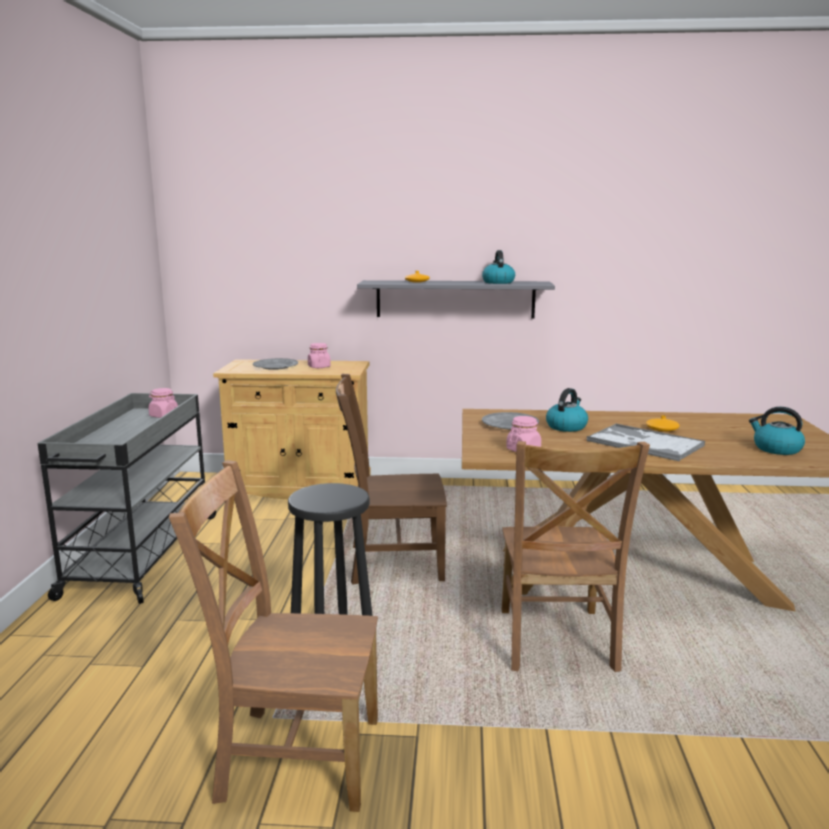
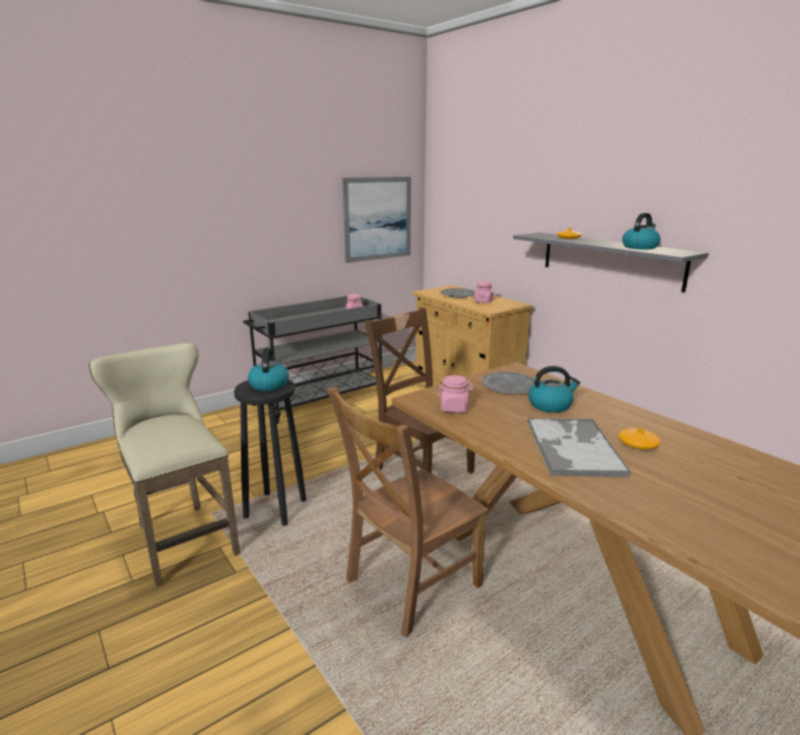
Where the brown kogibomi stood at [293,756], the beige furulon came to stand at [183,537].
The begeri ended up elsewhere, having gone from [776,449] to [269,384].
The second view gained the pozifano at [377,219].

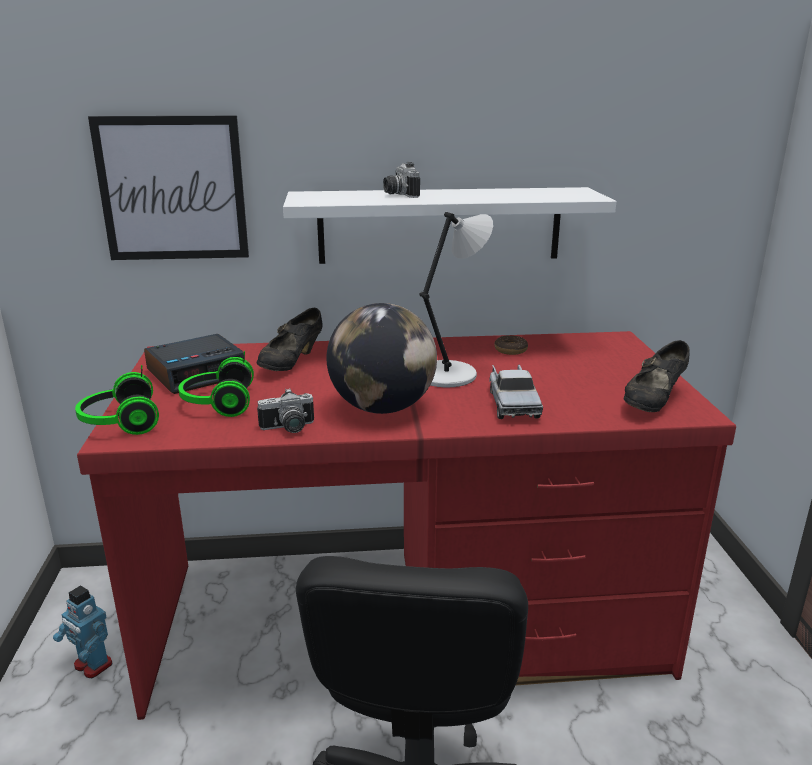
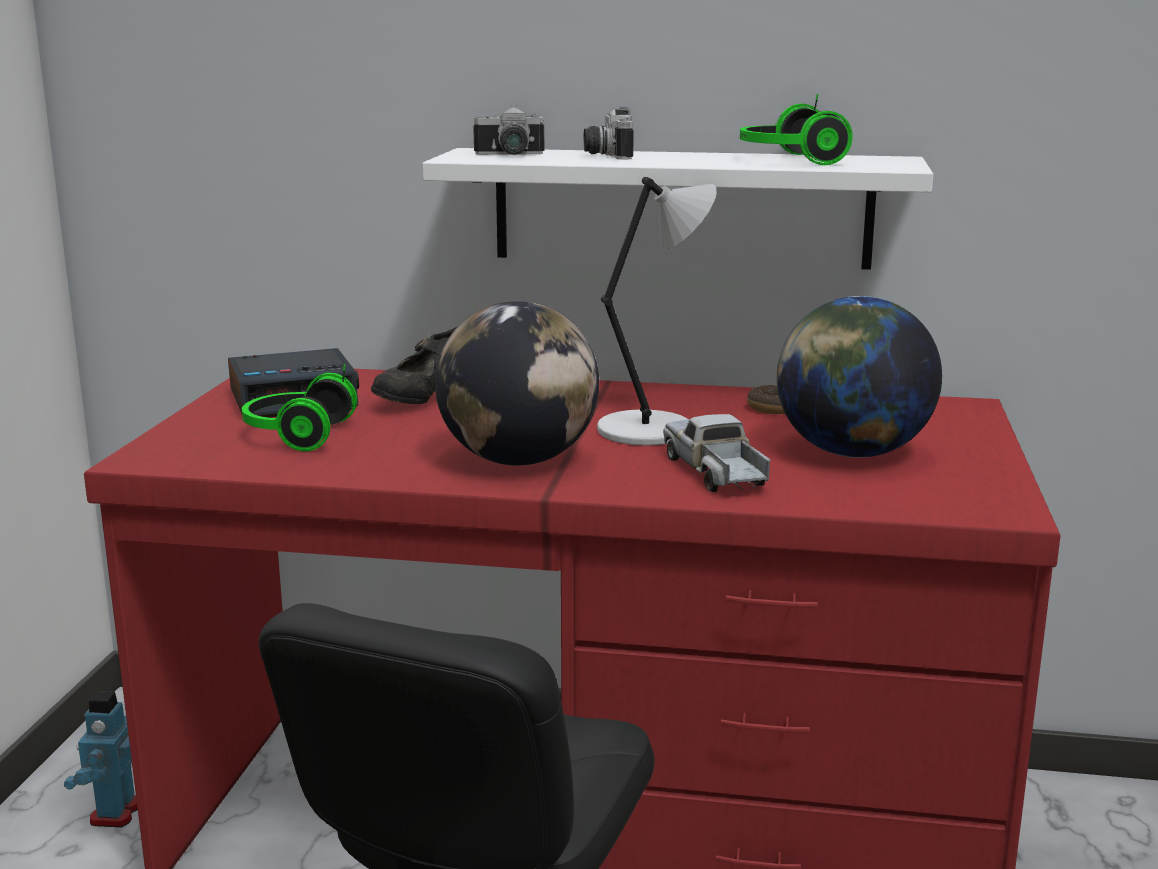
The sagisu at [92,665] ended up facing another way, 45 degrees clockwise from before.
The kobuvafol ended up elsewhere, having gone from [119,422] to [788,160].
The second view lost the pozifano at [172,189].
The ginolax ended up elsewhere, having gone from [288,429] to [509,155].
The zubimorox at [512,403] ended up facing another way, 150 degrees clockwise from before.
The second view lost the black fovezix at [653,402].
The second view gained the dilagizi at [851,453].

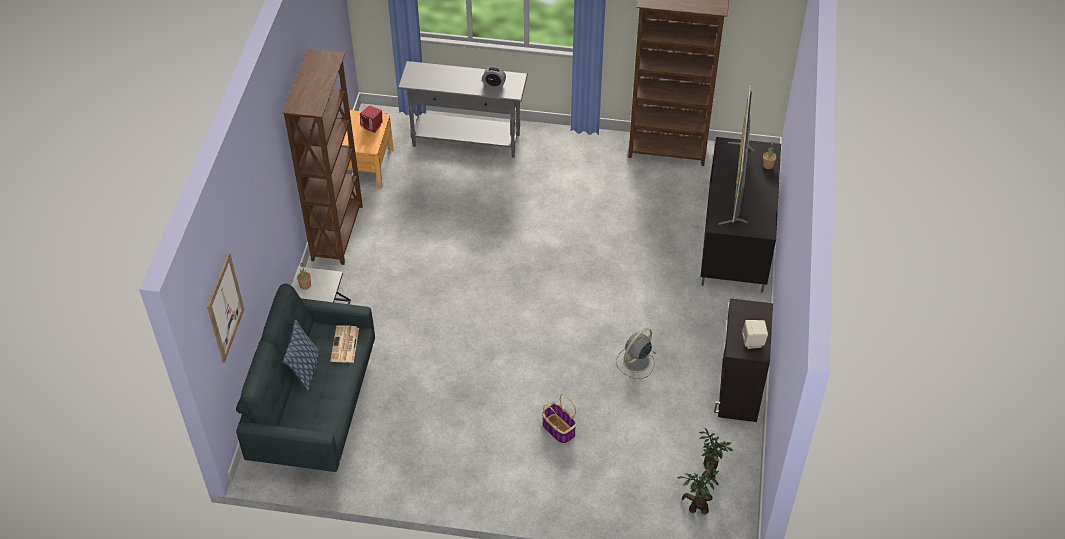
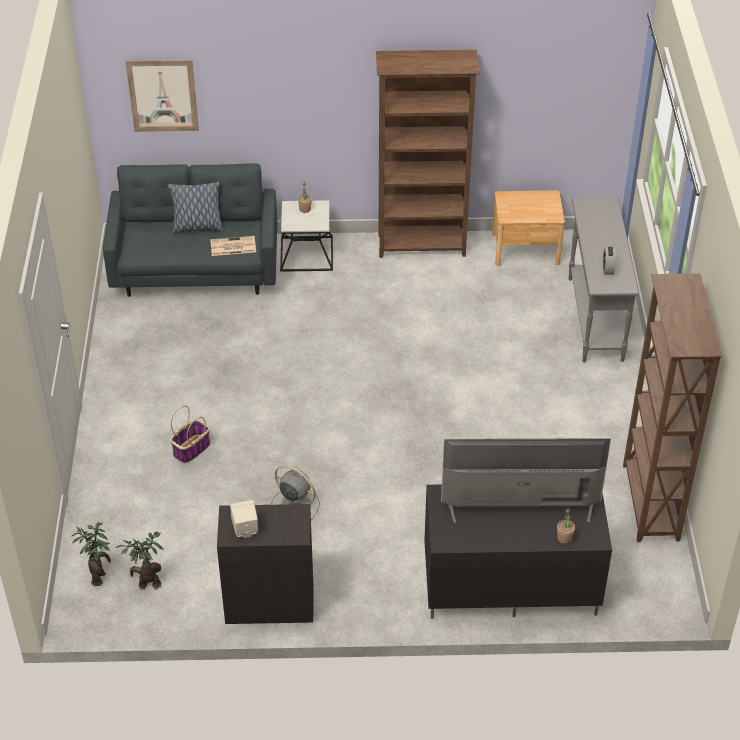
The second view lost the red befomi at [372,126].

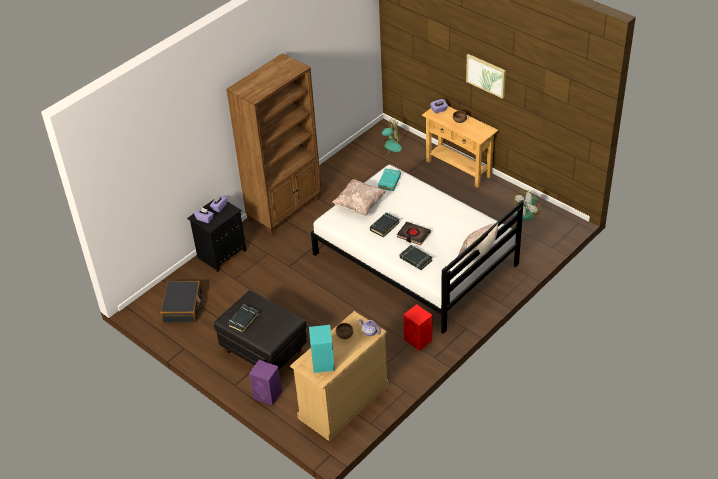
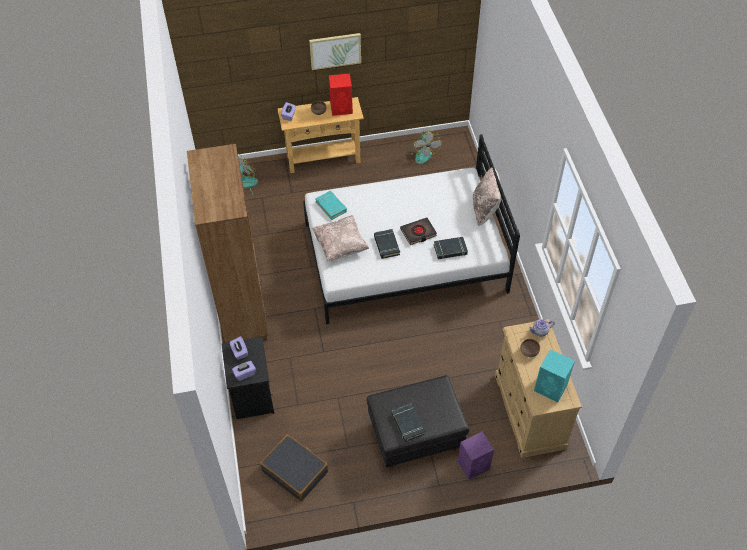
The red befomi ended up elsewhere, having gone from [418,340] to [342,108].

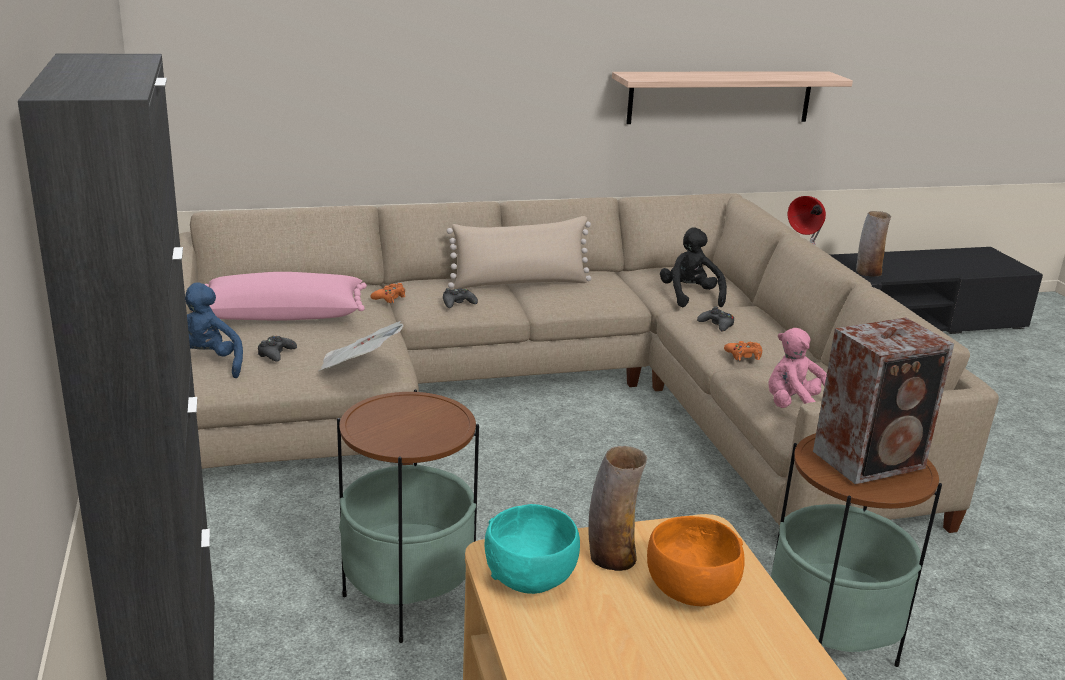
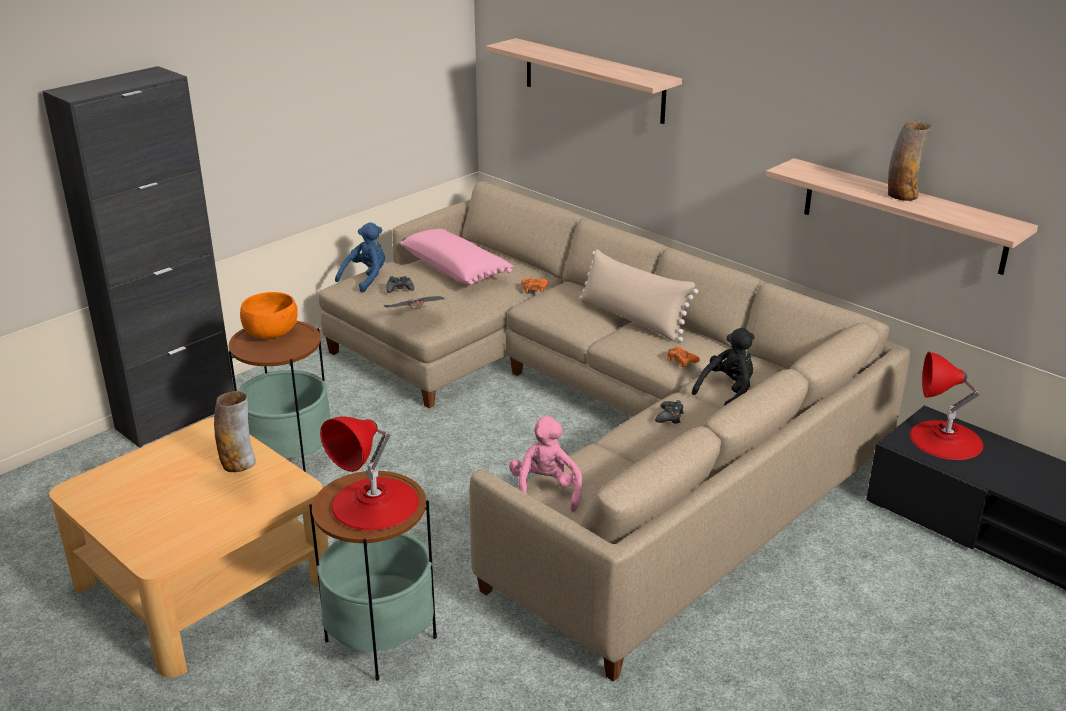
The second view lost the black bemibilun at [458,303].
The second view lost the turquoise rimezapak at [531,577].
The orange rimezapak ended up elsewhere, having gone from [691,591] to [270,333].
The orange bemibilun ended up elsewhere, having gone from [744,355] to [681,360].
Where the befomi stood at [872,460], the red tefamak came to stand at [375,503].
The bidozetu ended up elsewhere, having gone from [867,272] to [902,195].
The second view gained the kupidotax at [593,80].

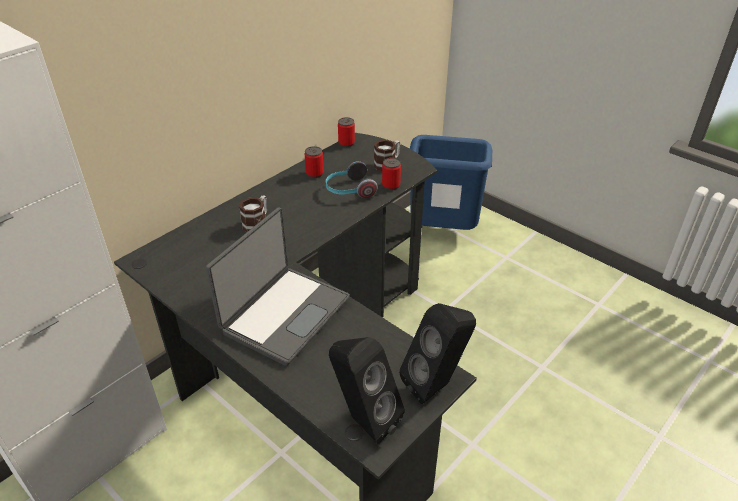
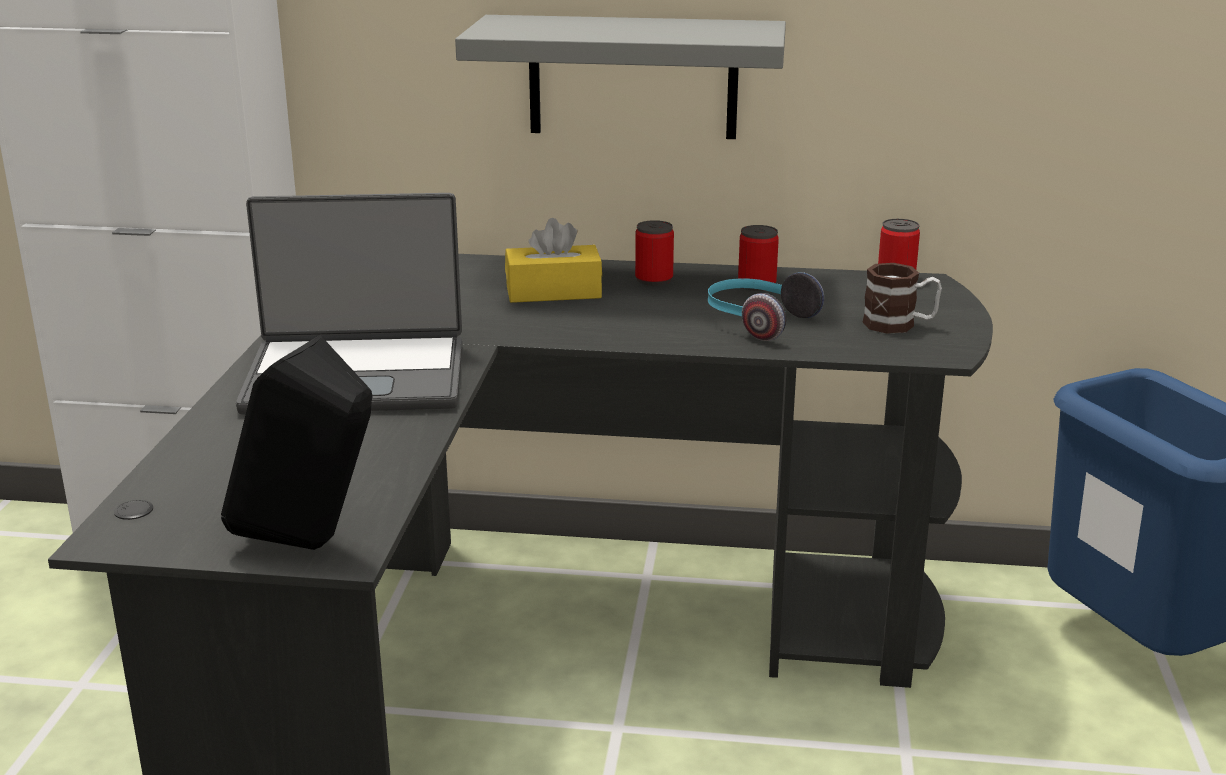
Where the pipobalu stood at [257,223], the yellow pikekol came to stand at [553,292].
The second view lost the black befomi at [363,420].
The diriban ended up elsewhere, having gone from [391,185] to [654,280].
The second view gained the grey kupidotax at [633,77].

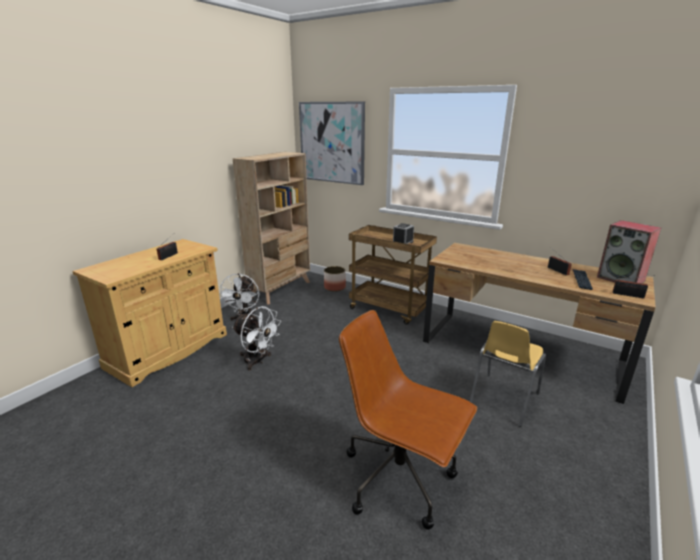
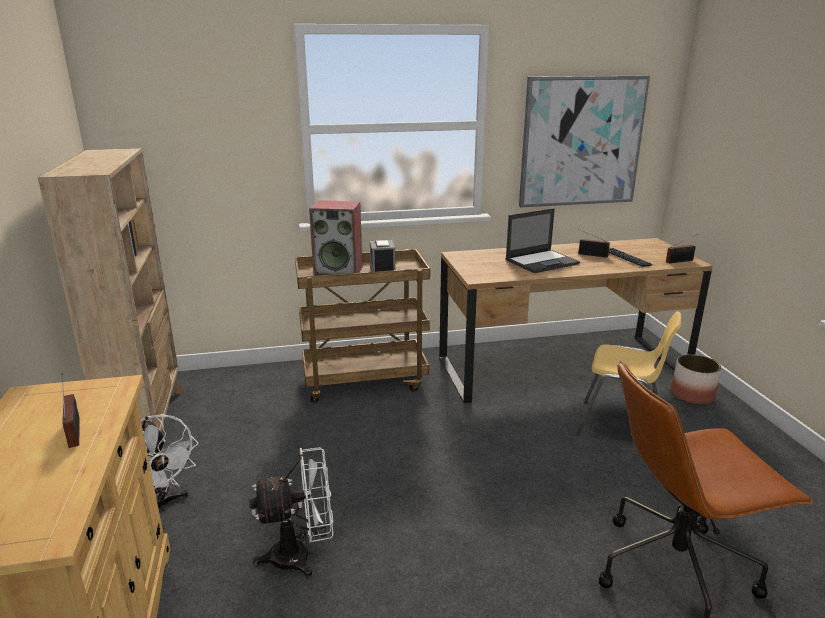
The pozifano ended up elsewhere, having gone from [332,142] to [581,142].
The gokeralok ended up elsewhere, having gone from [335,287] to [692,395].
The yellow kogibomi at [503,399] ended up facing another way, 60 degrees counterclockwise from before.
The befomi ended up elsewhere, having gone from [621,279] to [339,271].
The second view gained the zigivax at [542,261].

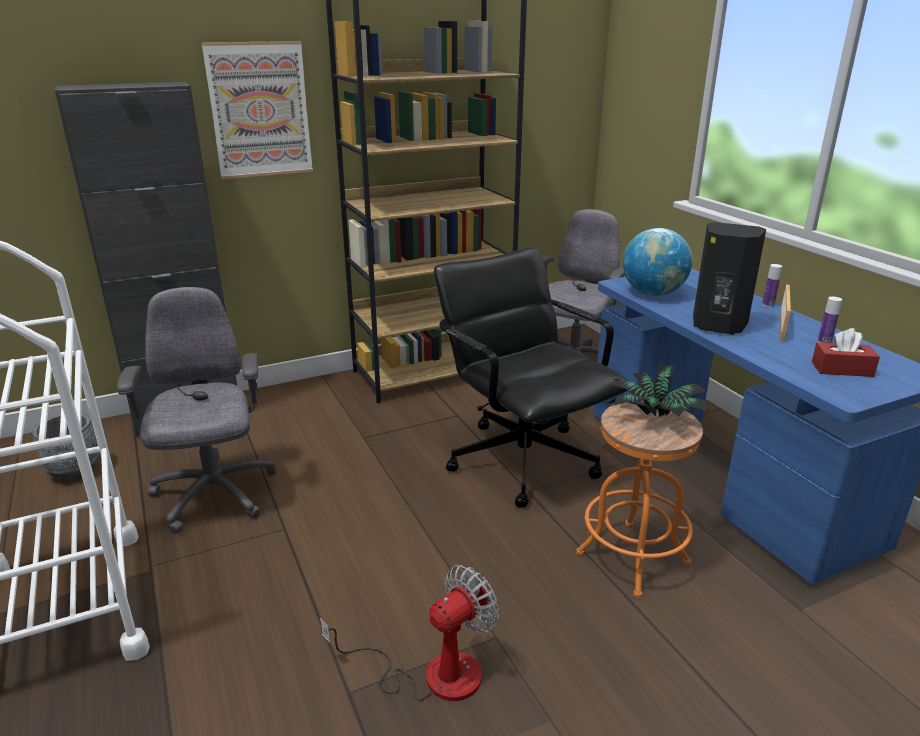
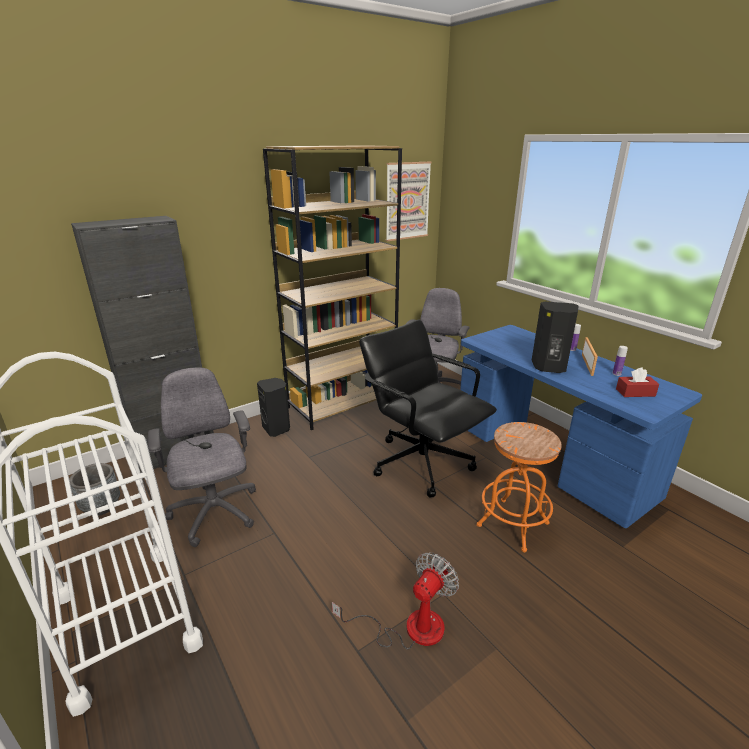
The pozifano ended up elsewhere, having gone from [260,110] to [407,201].
The second view lost the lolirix at [656,416].
The second view lost the dilagizi at [653,293].
The second view gained the black befomi at [277,429].

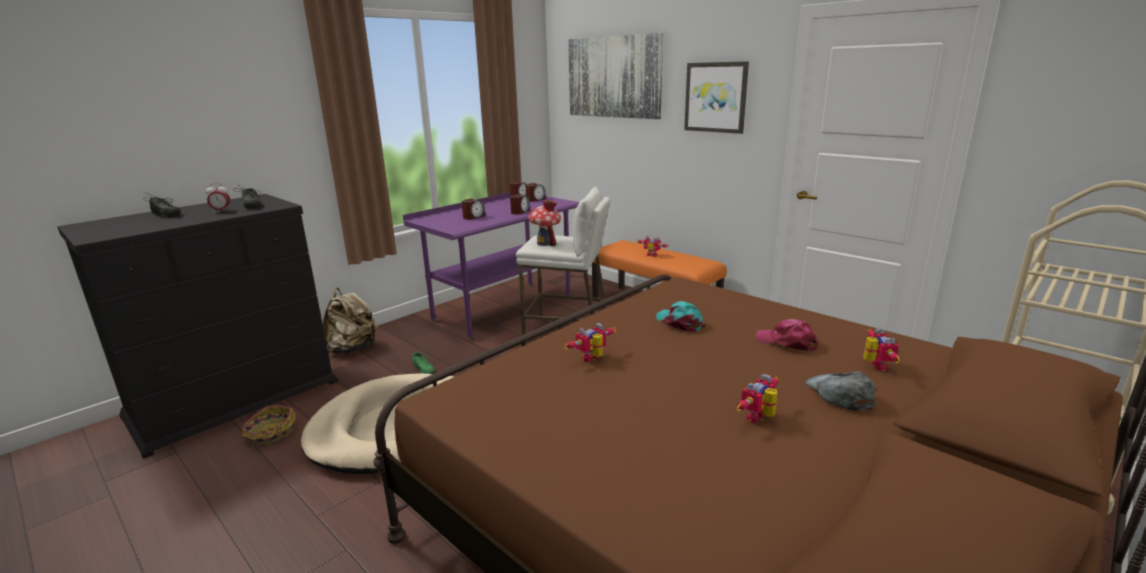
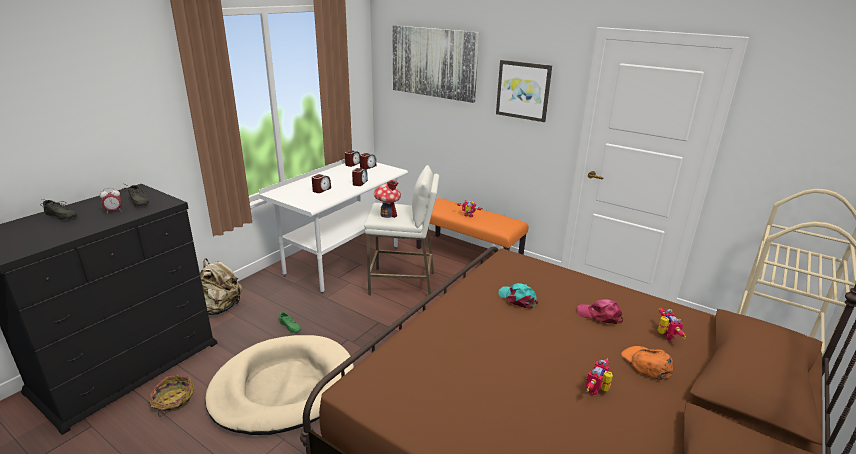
What was the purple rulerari at [503,309] turned into the white rulerari at [343,261].
The second view lost the sagisu at [593,359].
What was the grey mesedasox at [839,394] turned into the orange mesedasox at [646,364].

